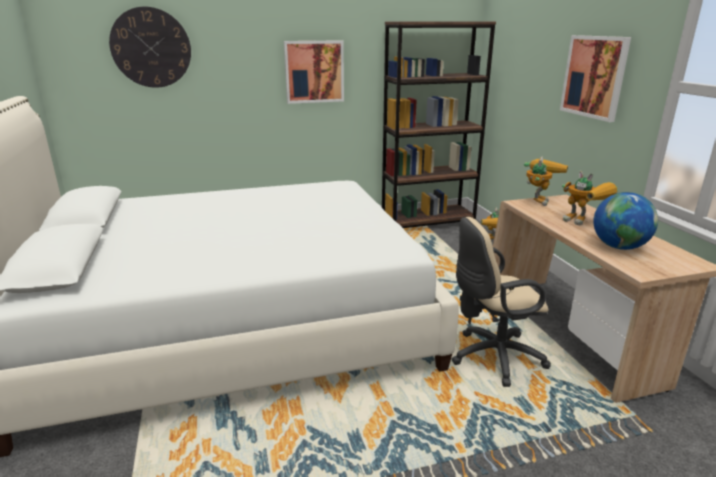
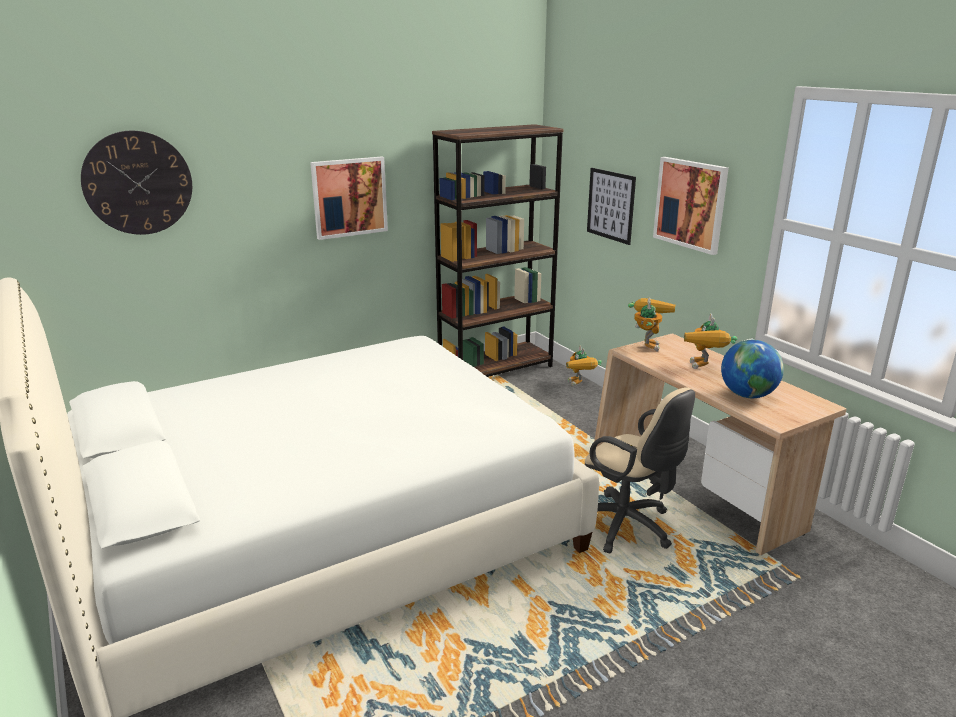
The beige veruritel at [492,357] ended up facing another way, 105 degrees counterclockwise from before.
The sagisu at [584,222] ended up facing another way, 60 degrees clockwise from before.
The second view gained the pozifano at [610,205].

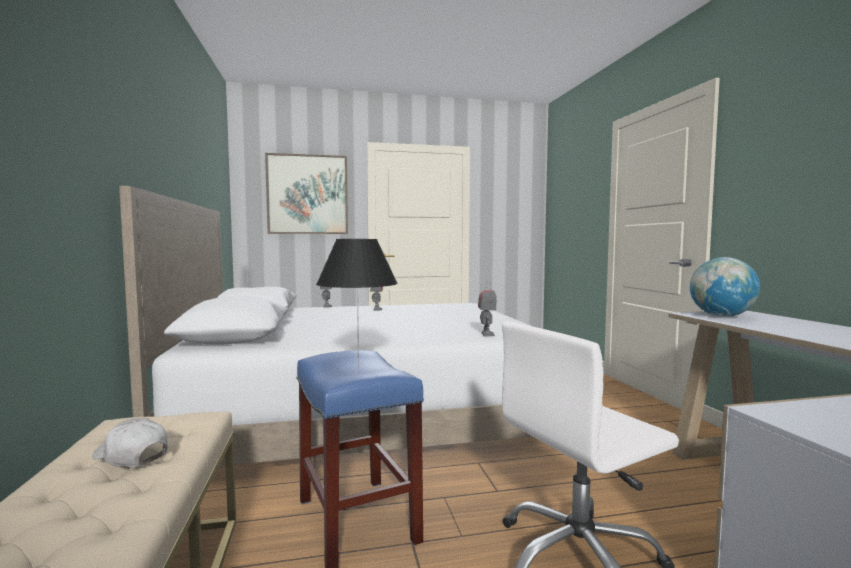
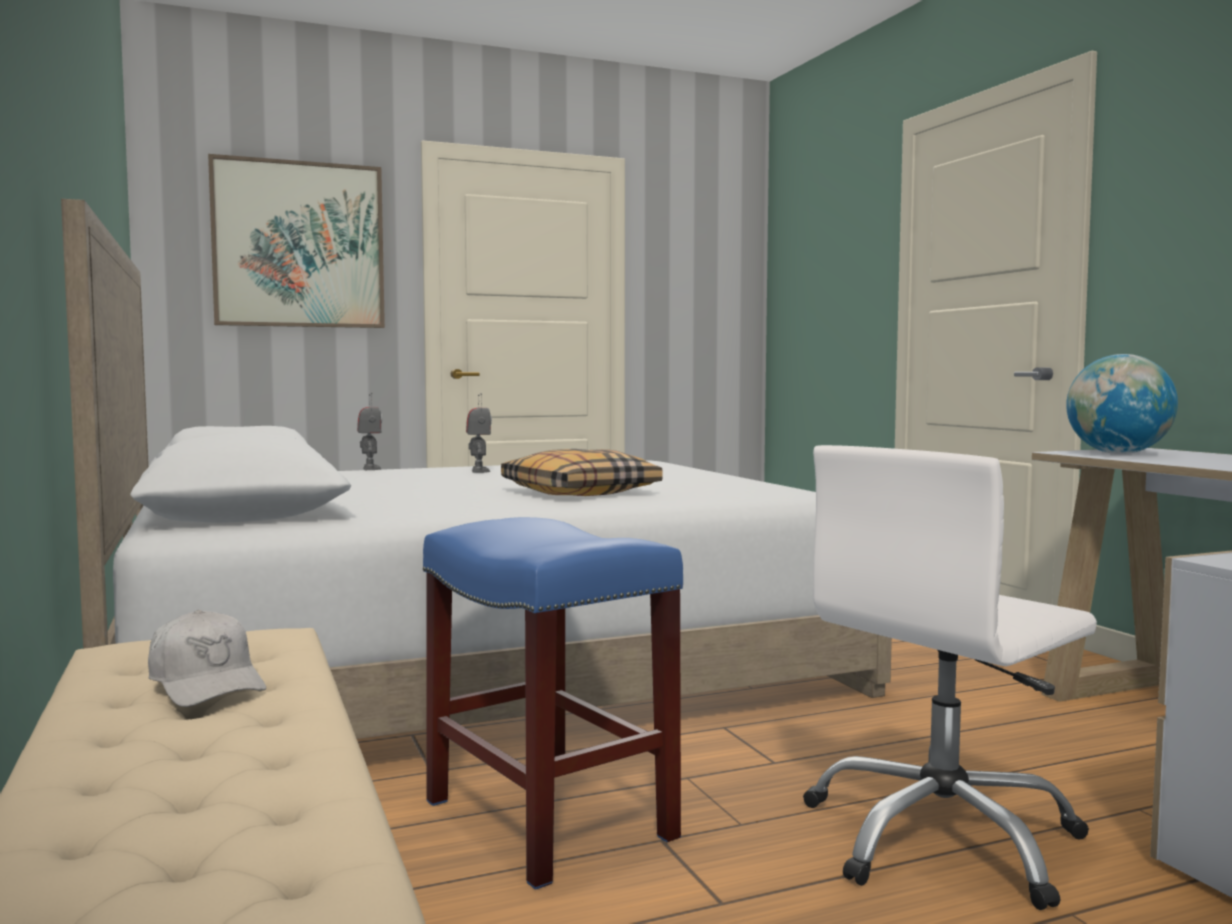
The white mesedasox at [131,456] ended up facing another way, 150 degrees counterclockwise from before.
The second view lost the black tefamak at [358,366].
The second view lost the sagisu at [486,334].
The second view gained the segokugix at [579,492].

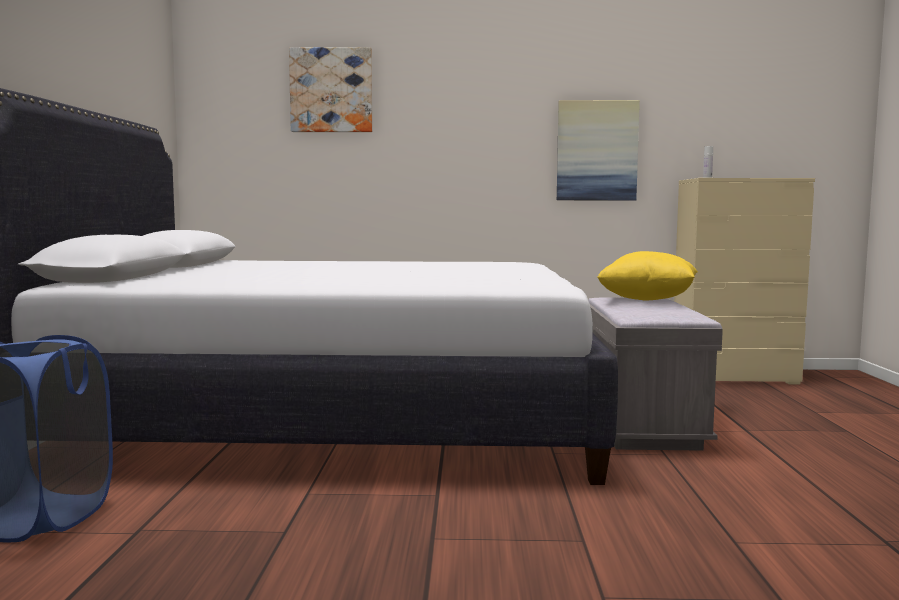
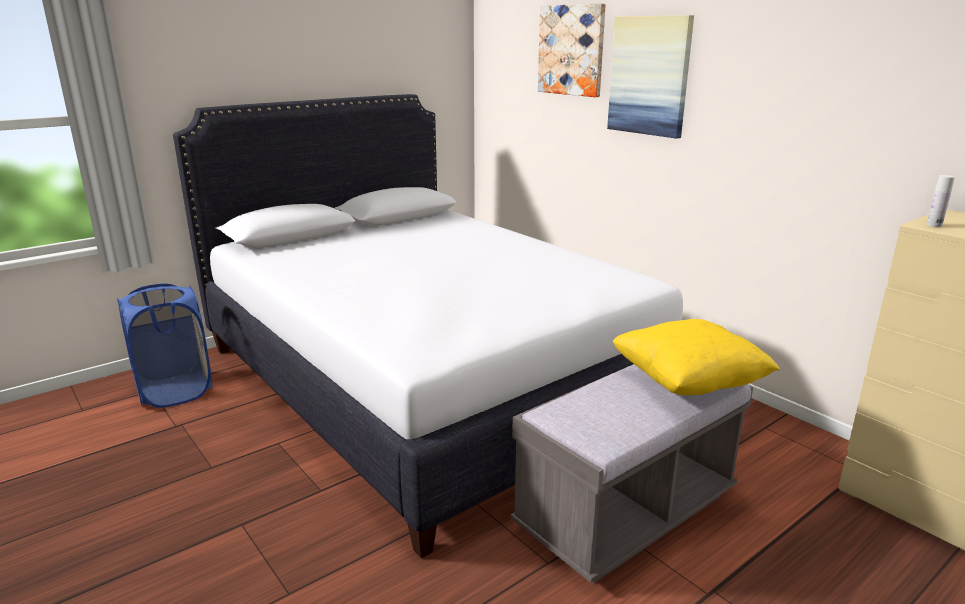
The pozifano ended up elsewhere, having gone from [597,151] to [649,76].

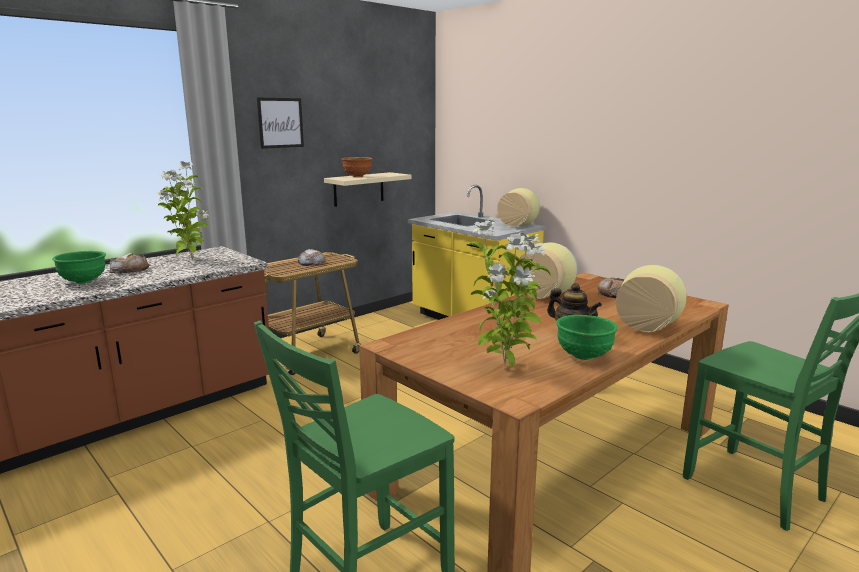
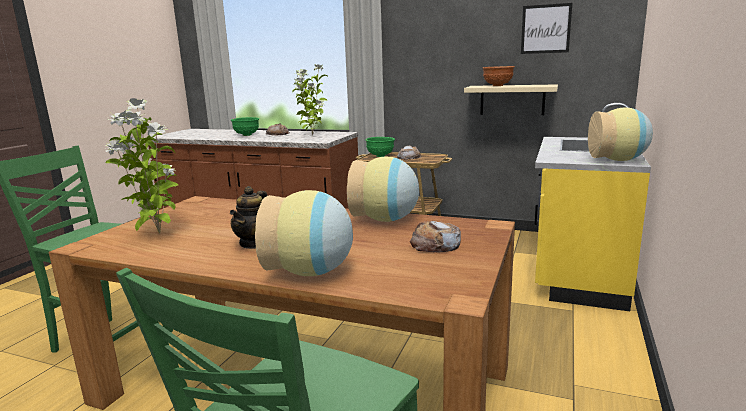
The pozifano ended up elsewhere, having gone from [280,123] to [545,29].
The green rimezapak ended up elsewhere, having gone from [584,356] to [380,156].

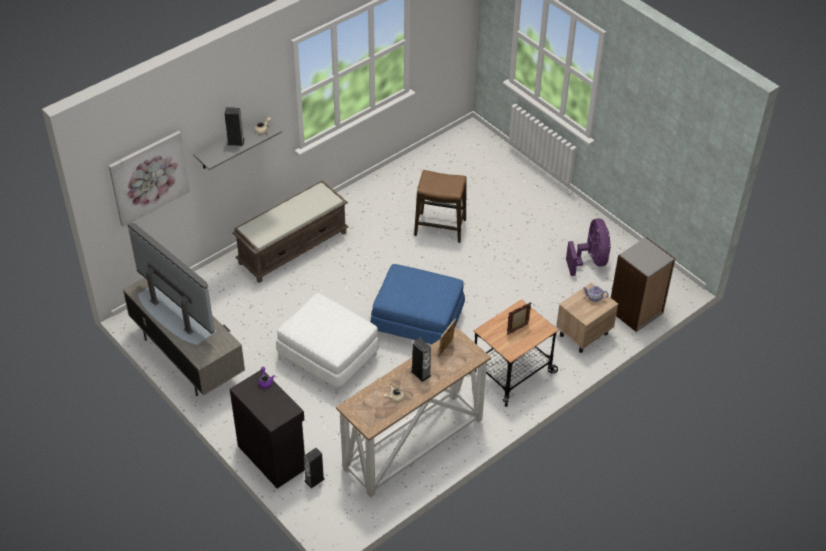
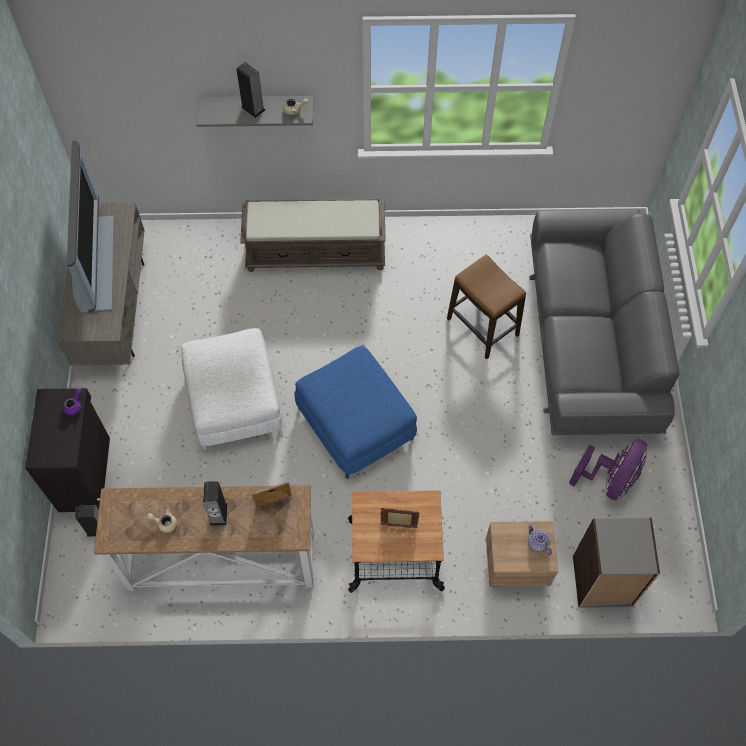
The second view lost the pozifano at [149,177].
The second view gained the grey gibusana at [589,342].

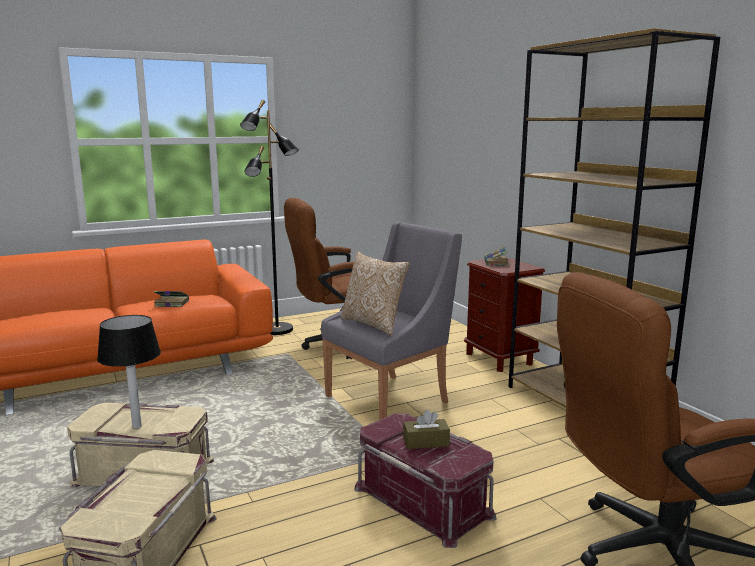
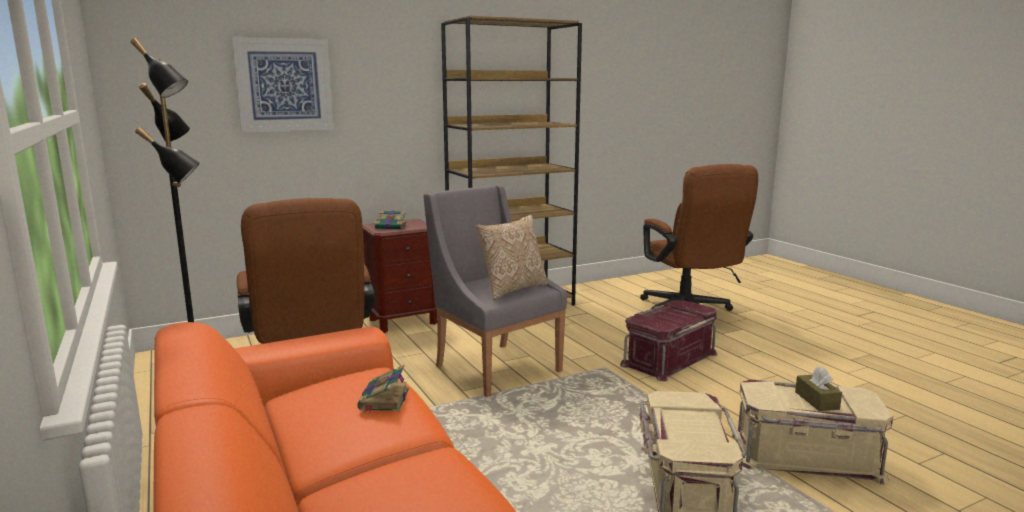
The second view lost the tefamak at [136,426].
The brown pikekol ended up elsewhere, having gone from [426,442] to [816,400].
The second view gained the pozifano at [284,85].

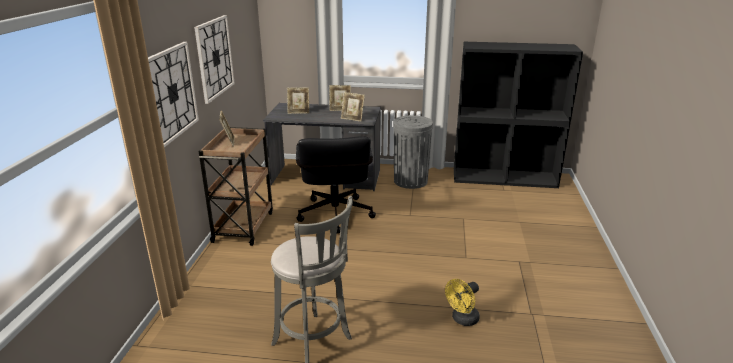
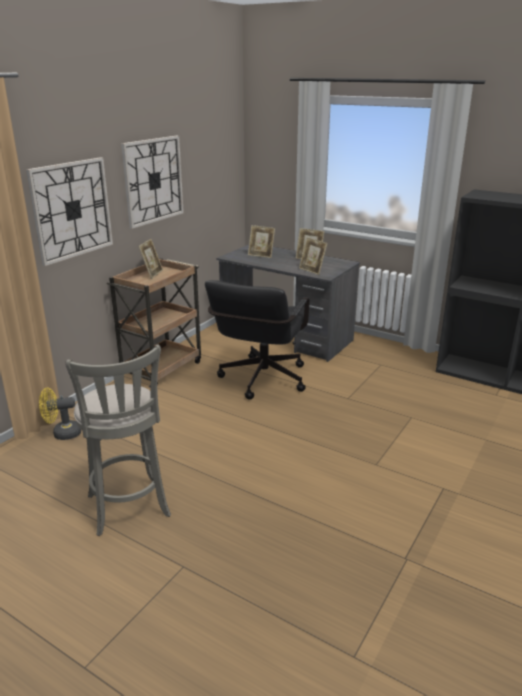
The second view lost the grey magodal at [410,181].
The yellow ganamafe ended up elsewhere, having gone from [462,320] to [62,434].

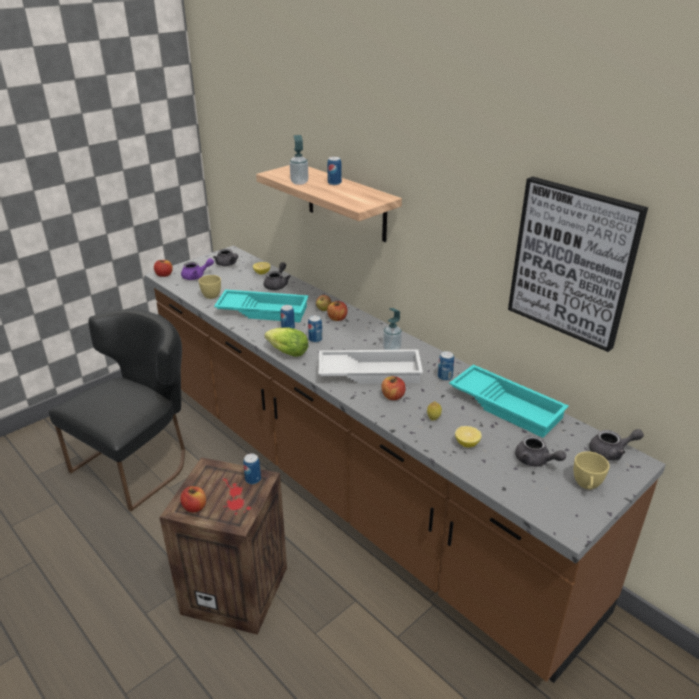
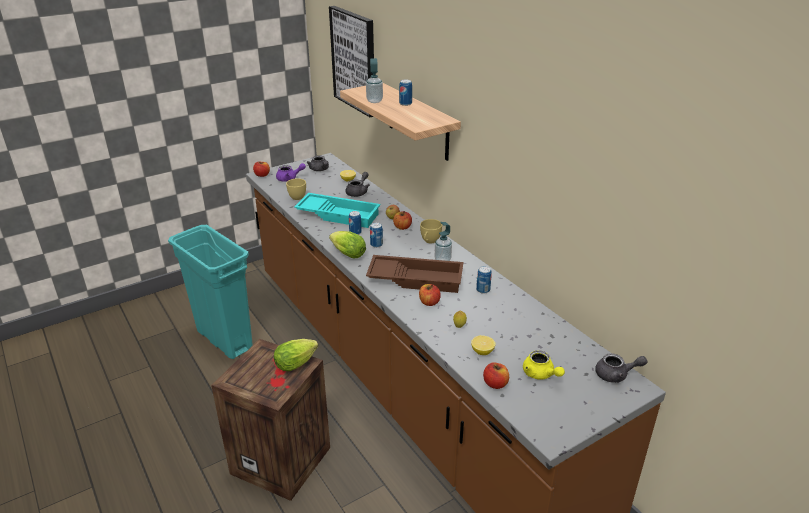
Where the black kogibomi stood at [139,462], the turquoise magodal came to stand at [225,340].
The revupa ended up elsewhere, having gone from [194,507] to [495,384].
Where the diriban stood at [253,479], the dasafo came to stand at [298,363].
What was the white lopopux at [370,371] turned into the brown lopopux at [416,278].
The second view lost the turquoise lopopux at [507,405].
The pozifano ended up elsewhere, having gone from [573,262] to [354,60].
What was the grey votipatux at [535,461] turned into the yellow votipatux at [540,374].
The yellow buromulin ended up elsewhere, having gone from [586,486] to [429,241].

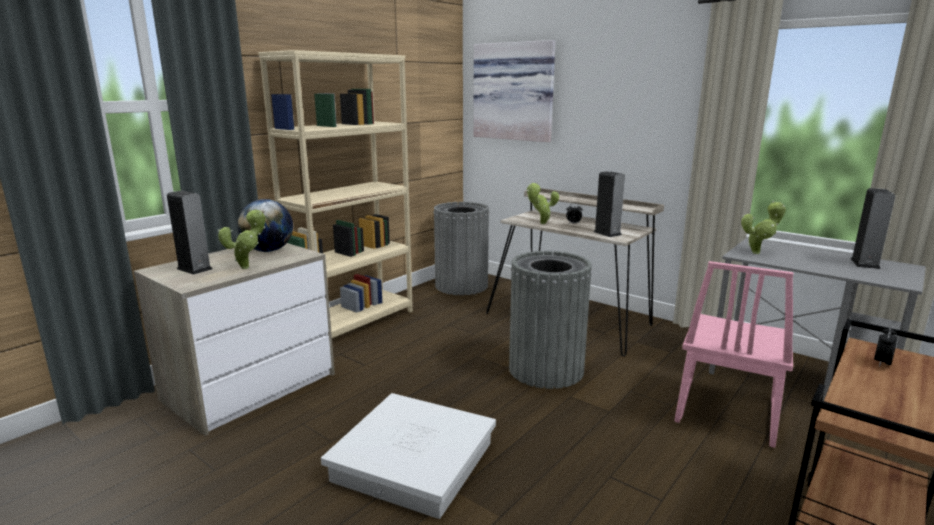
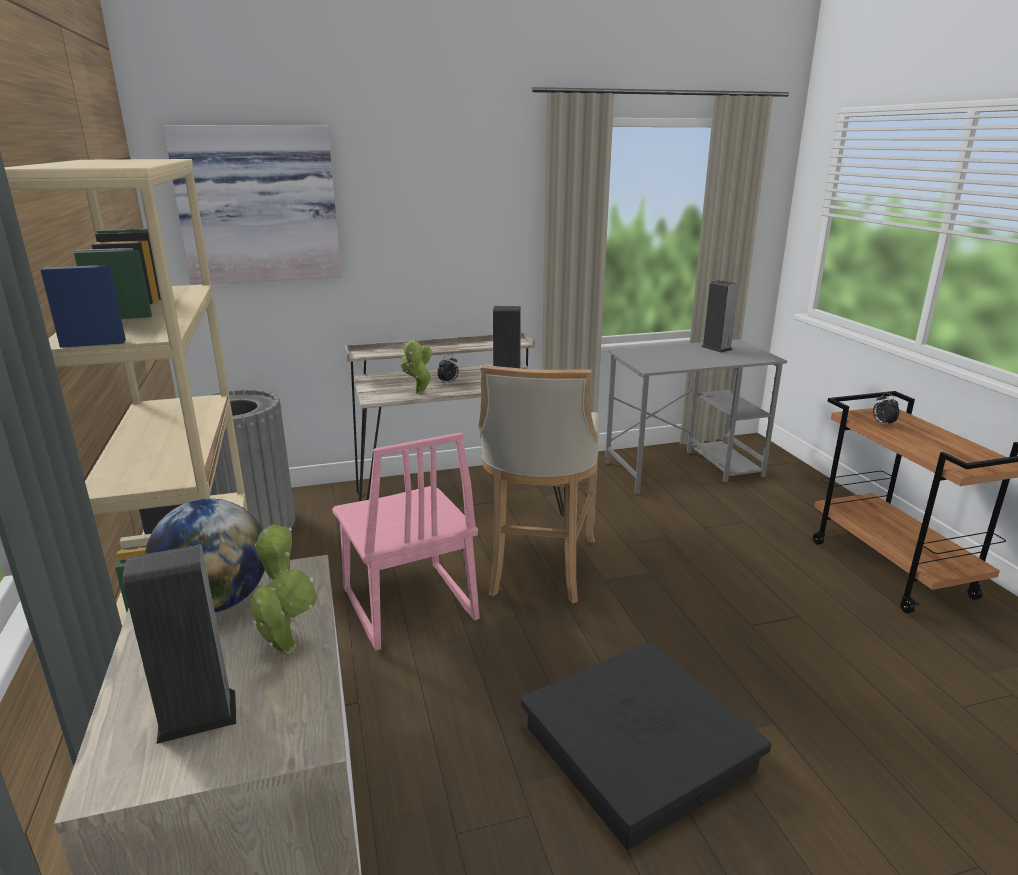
What was the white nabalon at [413,461] turned into the black nabalon at [637,749].
Where the grey magodal stood at [545,369], the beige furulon came to stand at [538,568].
The pink kogibomi ended up elsewhere, having gone from [725,412] to [407,606].
The second view lost the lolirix at [758,252].

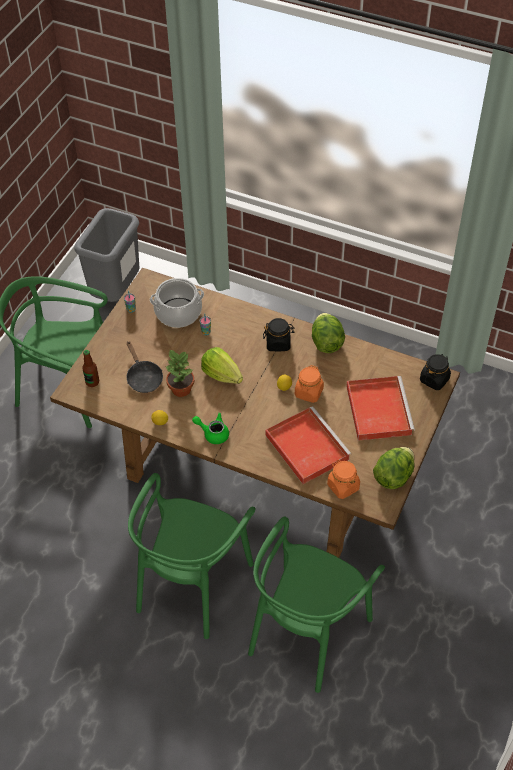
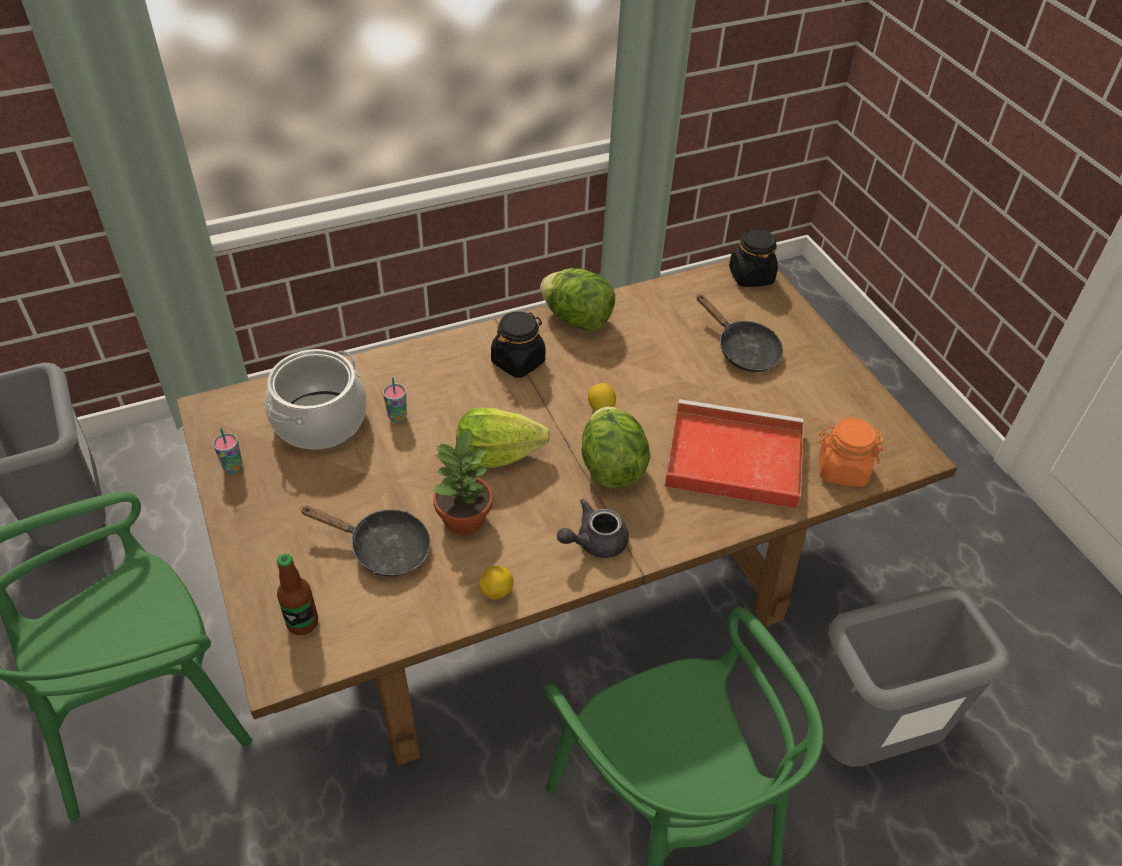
What was the green votipatux at [213,433] turned into the grey votipatux at [594,542].
Where the green kogibomi stood at [307,632], the grey magodal came to stand at [867,740].
The second view lost the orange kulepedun at [309,392].
Where the red lopopux stood at [377,409], the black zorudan came to stand at [742,350].
The dasafo ended up elsewhere, having gone from [393,476] to [611,467].

